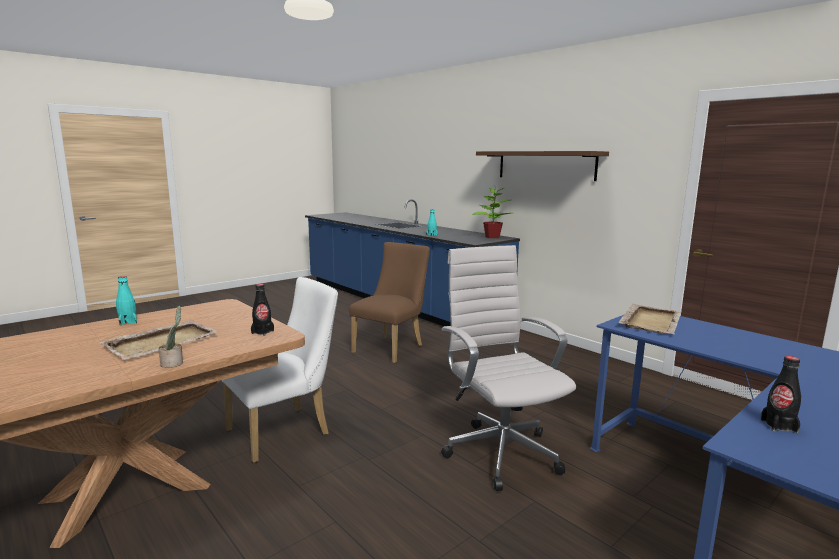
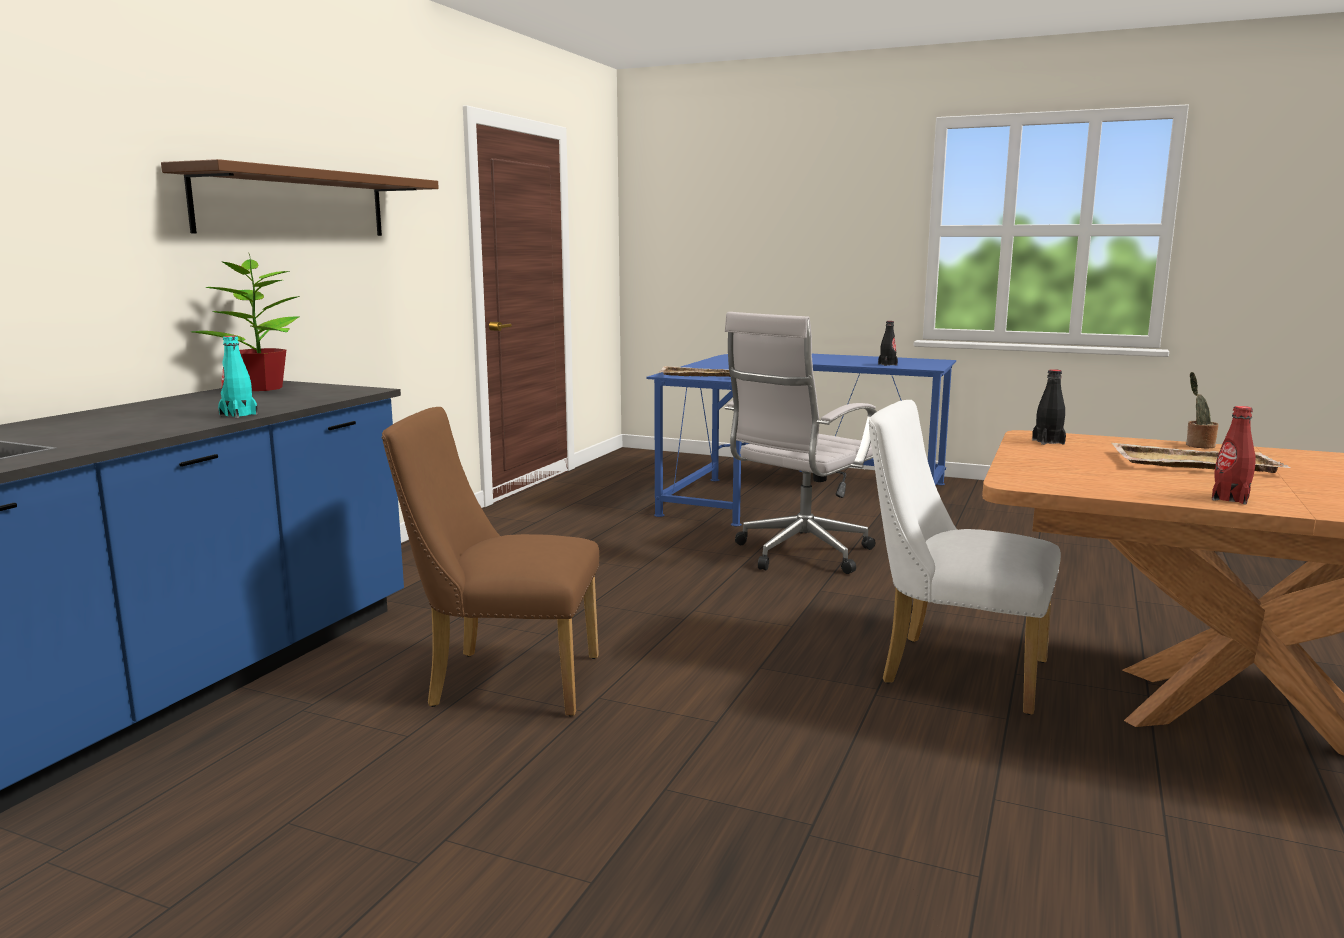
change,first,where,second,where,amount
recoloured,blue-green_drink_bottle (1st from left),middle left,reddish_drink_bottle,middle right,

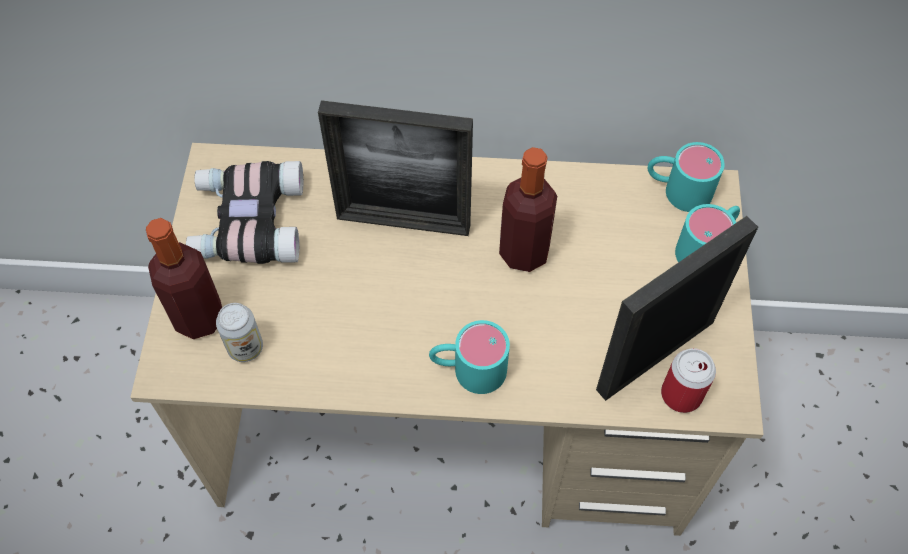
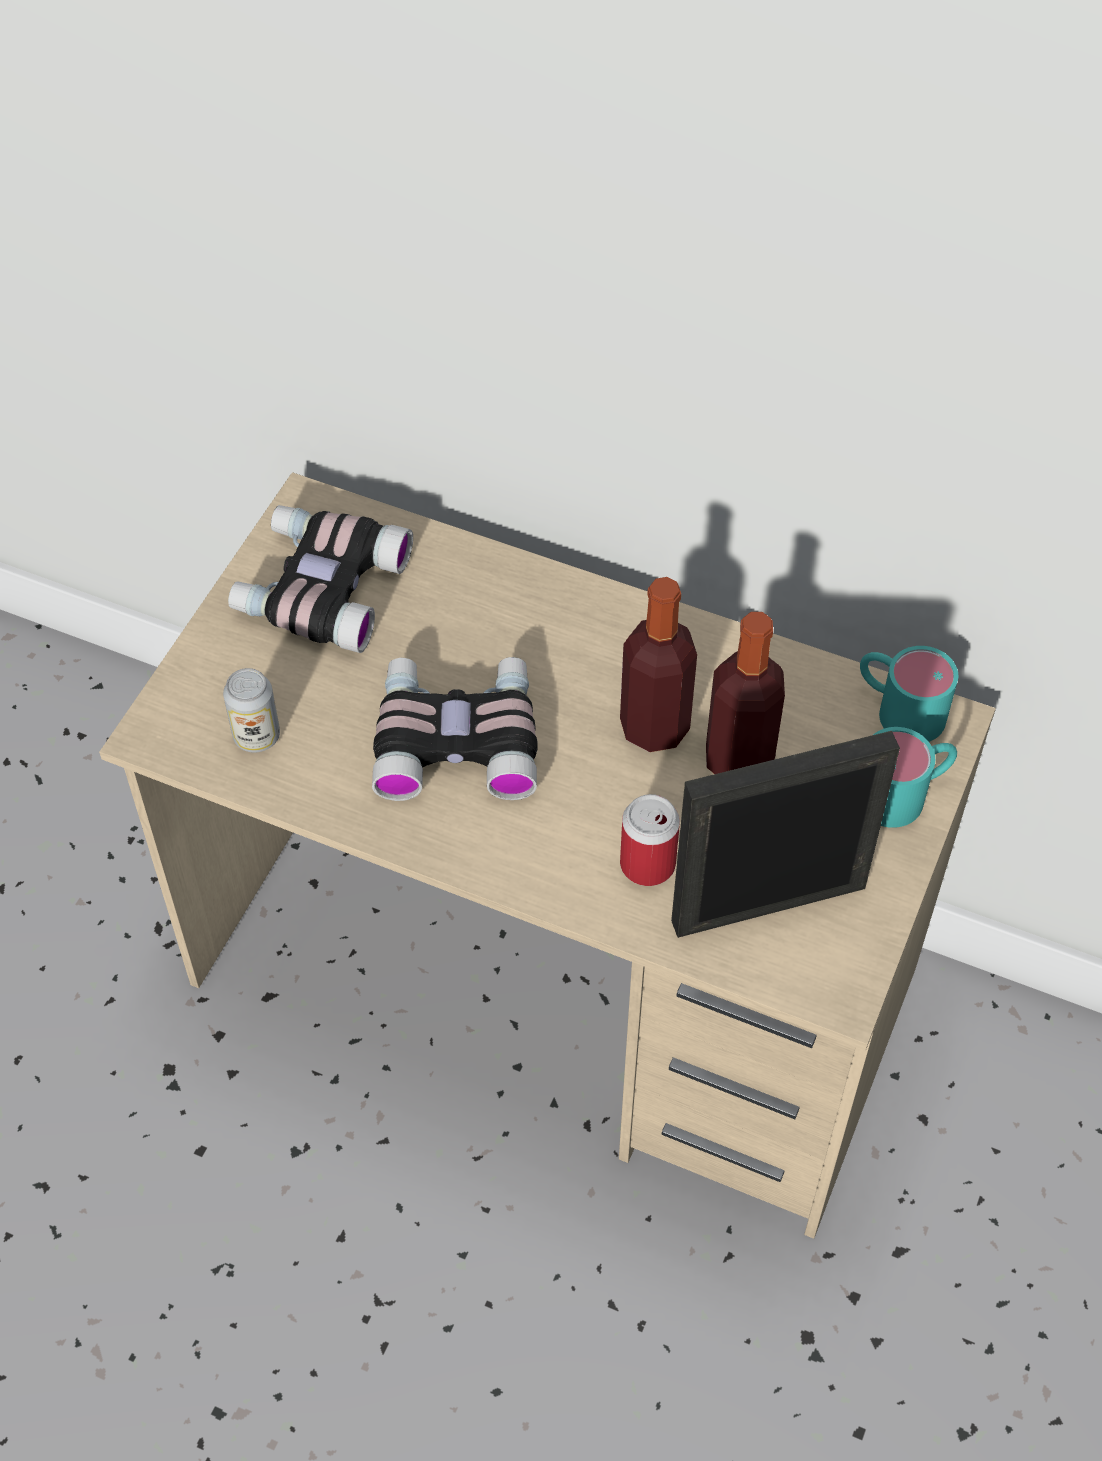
change,first,where,second,where,amount
added,,,pair_of_binoculars (2nd from left),centre,
moved,sealed_can (2nd from left),bottom right,,centre,
moved,drink_bottle (1st from left in the first image),middle left,drink_bottle (2nd from left),middle right,
removed,standing_frame (1st from left),top centre,,,
removed,blue-green_tea_mug (1st from left),centre,,,

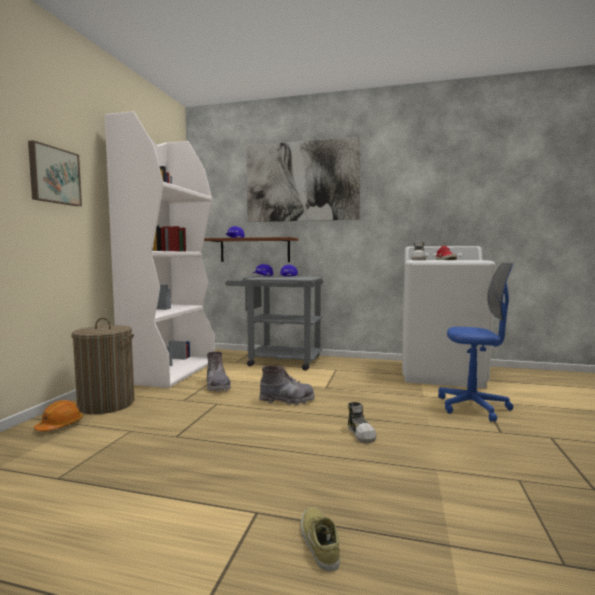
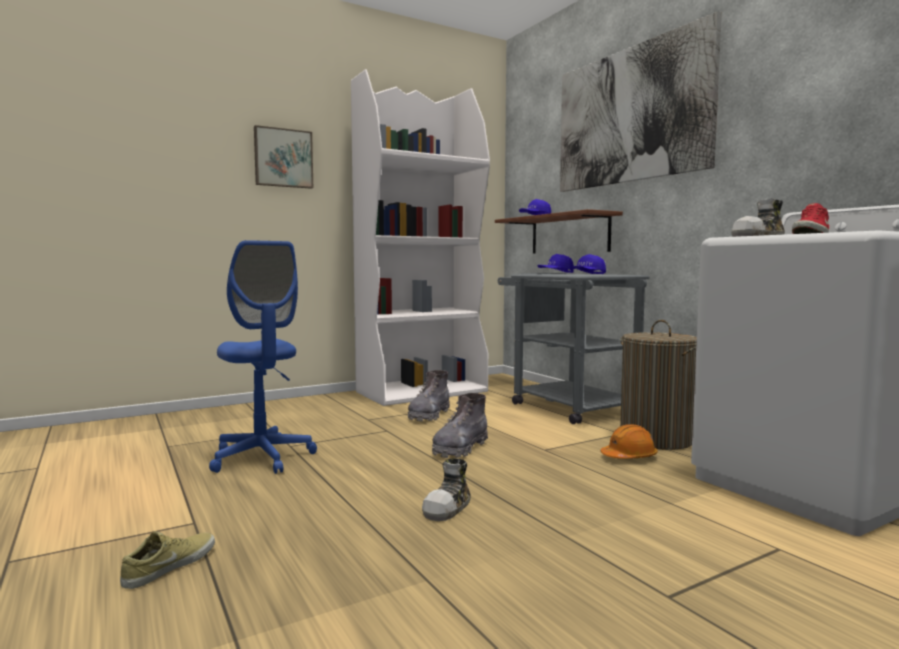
change,first,where,second,where,amount
moved,blue_computer_chair,middle right,,middle left,
turned,gray_boot (2nd from left),centre,,centre,75 degrees clockwise
moved,orange_work_helmet,bottom left,,bottom right,
moved,washing_basket,middle left,,middle right,

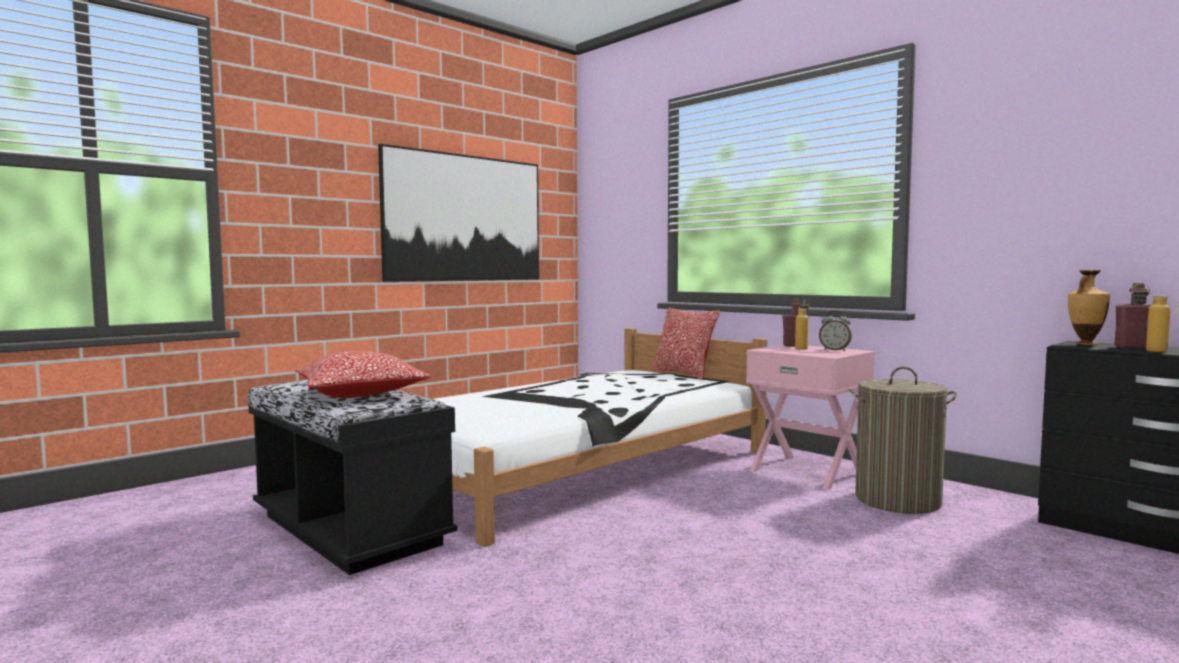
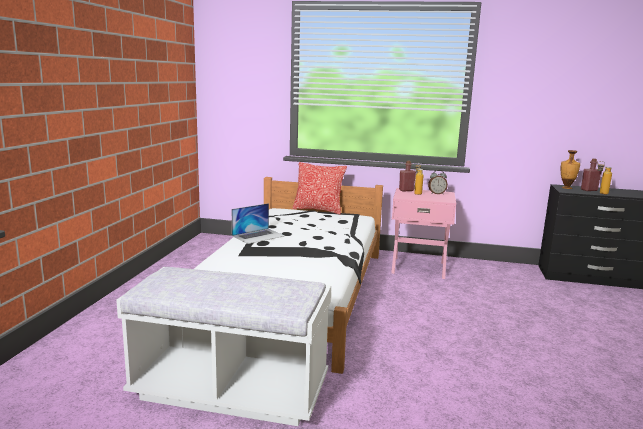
change,first,where,second,where,amount
recoloured,blackish_long_seat,bottom left,white_long_seat,bottom centre,
added,,,laptop,centre,
removed,pillow (1st from left),middle left,,,
removed,picture,top centre,,,
removed,washing_basket,middle right,,,

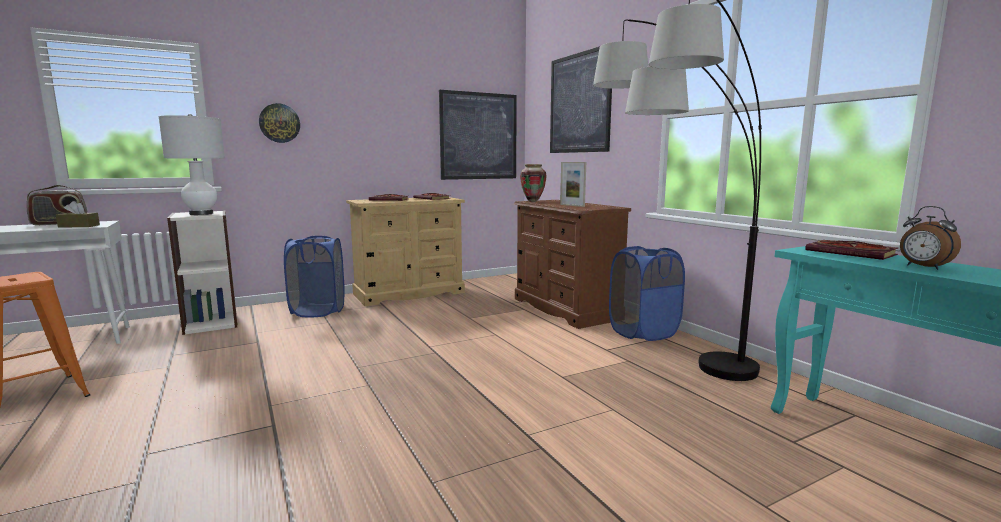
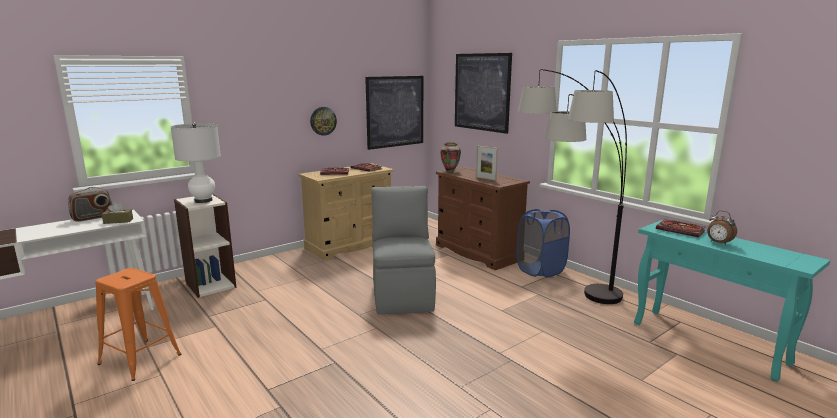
change,first,where,second,where,amount
moved,hanging_clock,top left,,top centre,
added,,,gray_chair,centre,
removed,blue_washing_basket (1st from left),middle left,,,

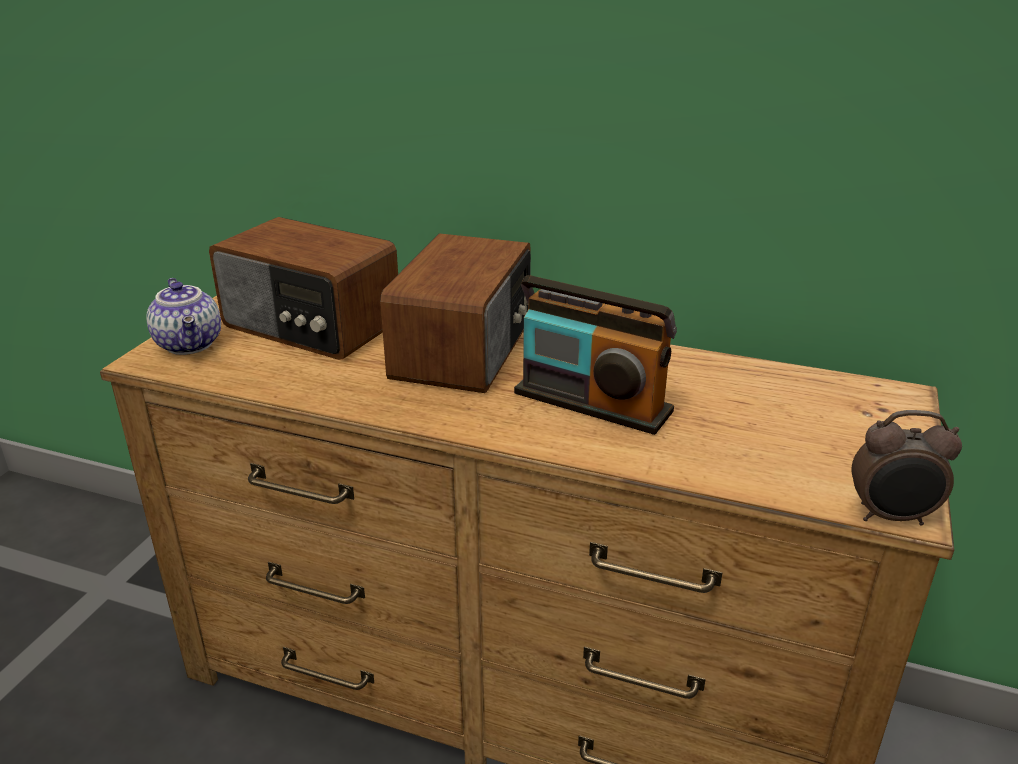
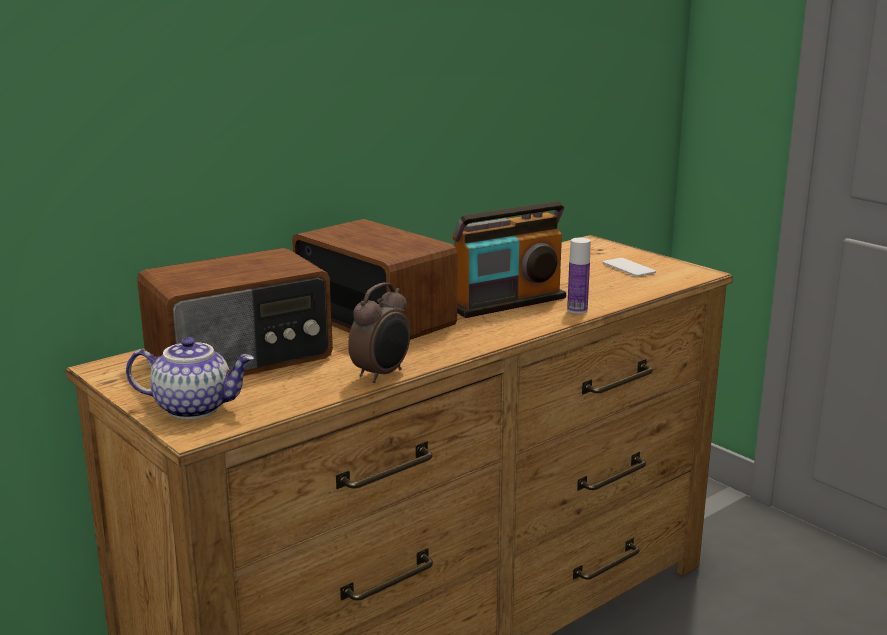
change,first,where,second,where,amount
moved,bedside_clock,middle right,,centre,
added,,,drink_bottle,centre,
added,,,phone,middle right,

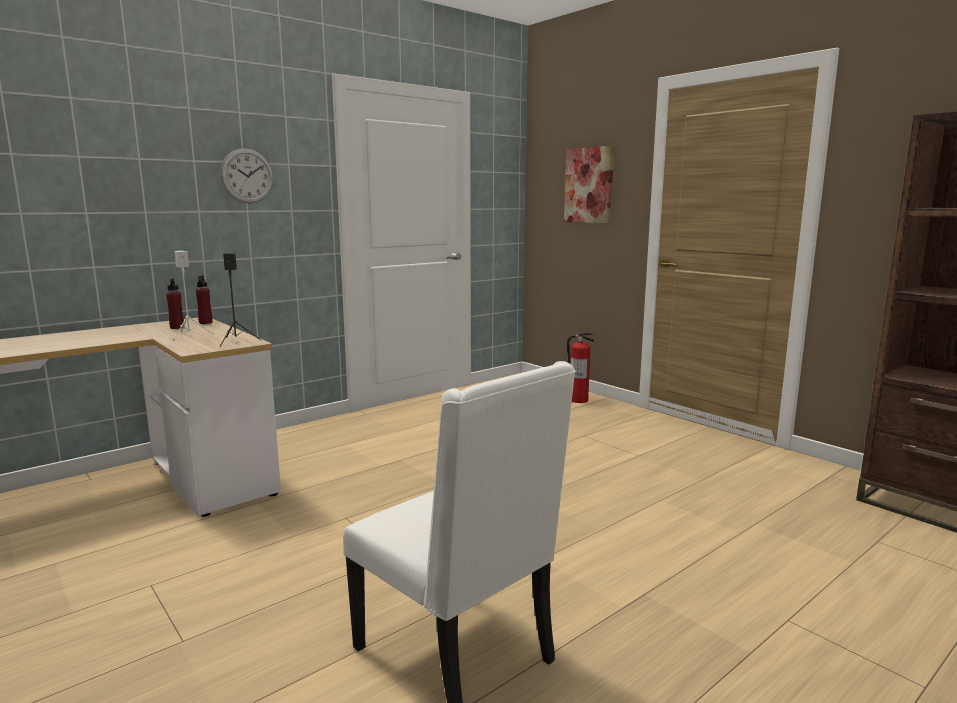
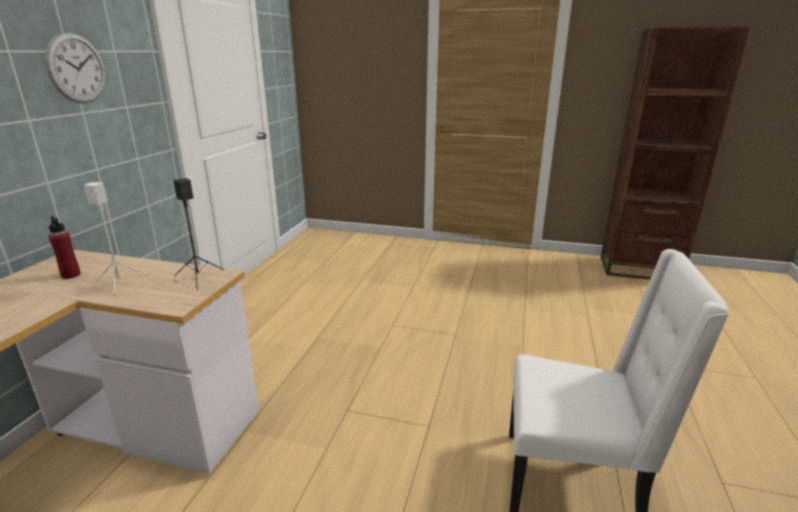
change,first,where,second,where,amount
removed,reddish_drink_bottle (2nd from left),middle left,,,
removed,picture,top centre,,,
removed,fire-fighting_cylinder,centre,,,

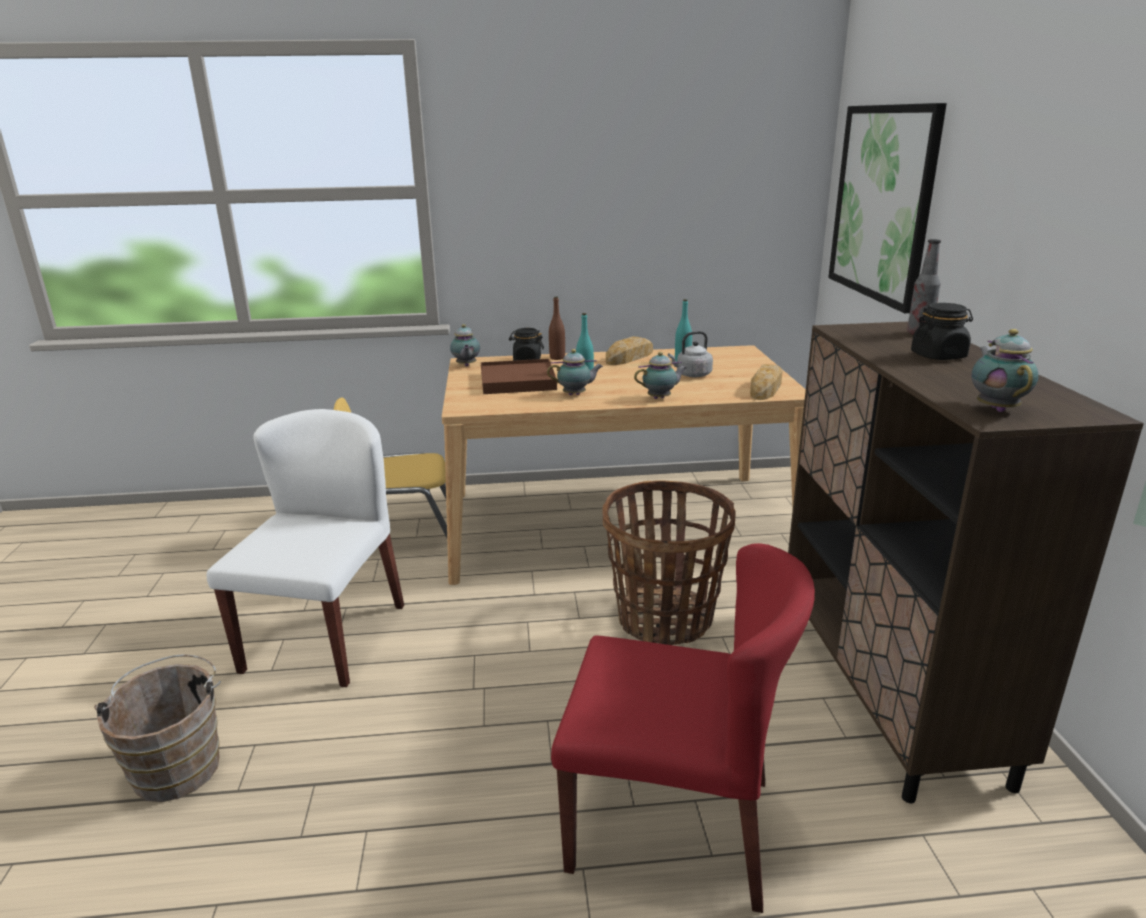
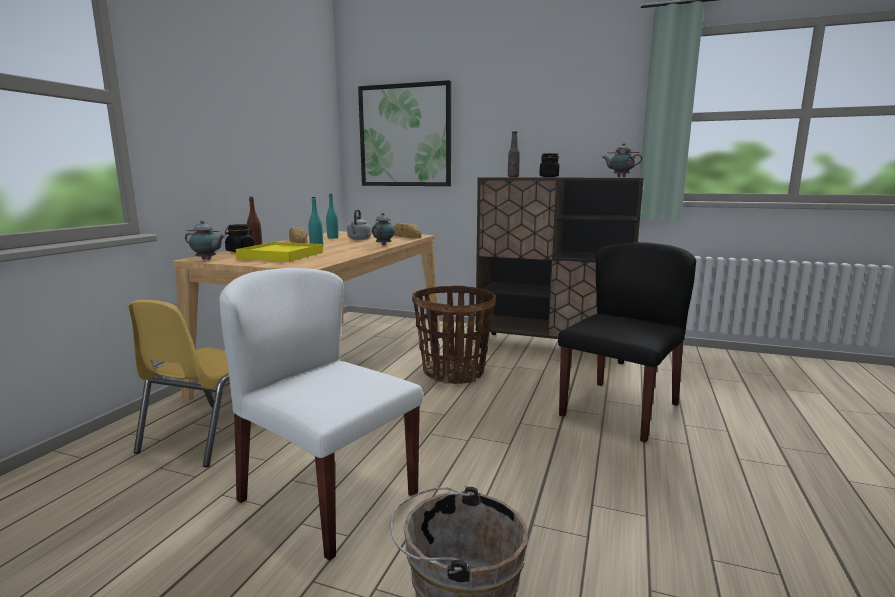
change,first,where,second,where,amount
recoloured,brown-coloured_carrying_tray,centre,yellowish_carrying_tray,middle left,
recoloured,reddish_chair,bottom centre,blackish_chair,middle right,
removed,teapot (2nd from left),centre,,,

